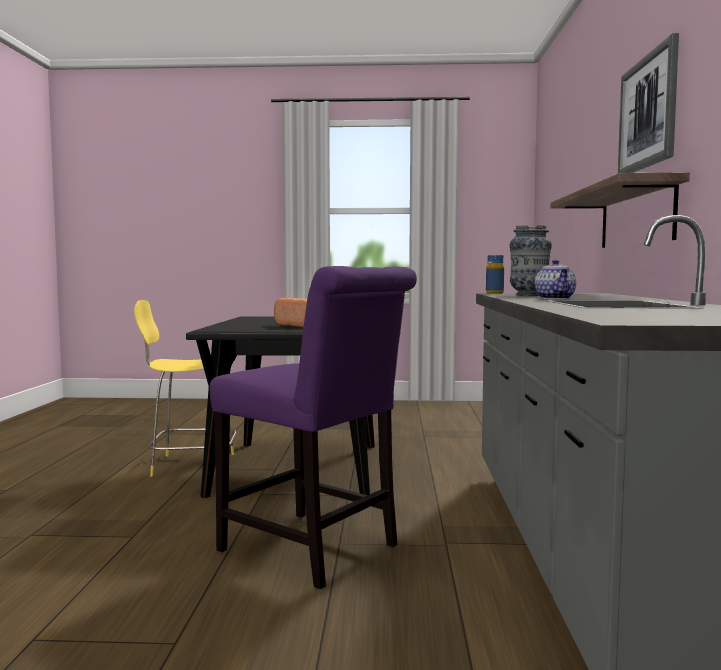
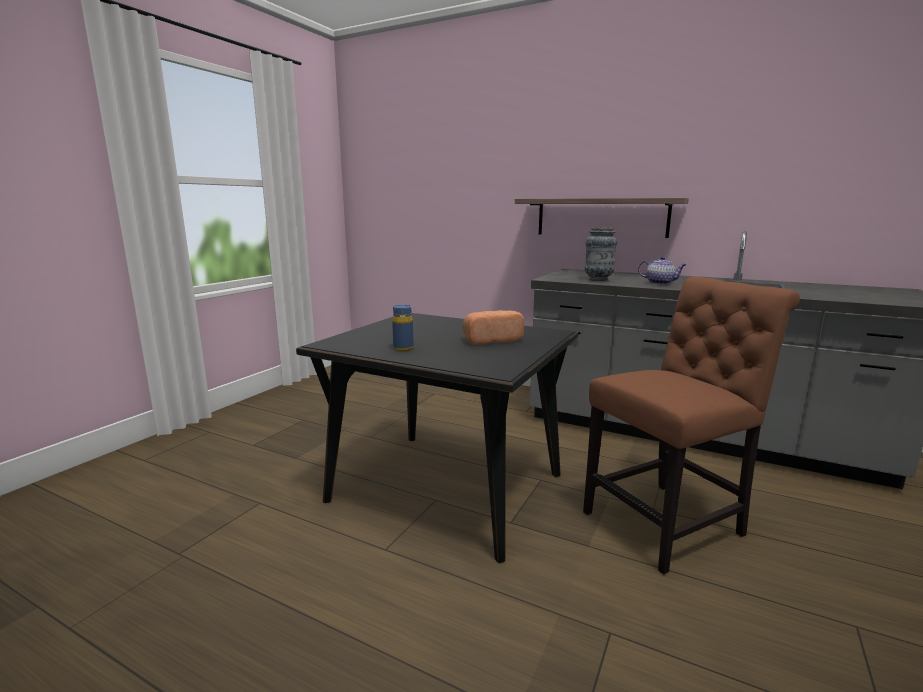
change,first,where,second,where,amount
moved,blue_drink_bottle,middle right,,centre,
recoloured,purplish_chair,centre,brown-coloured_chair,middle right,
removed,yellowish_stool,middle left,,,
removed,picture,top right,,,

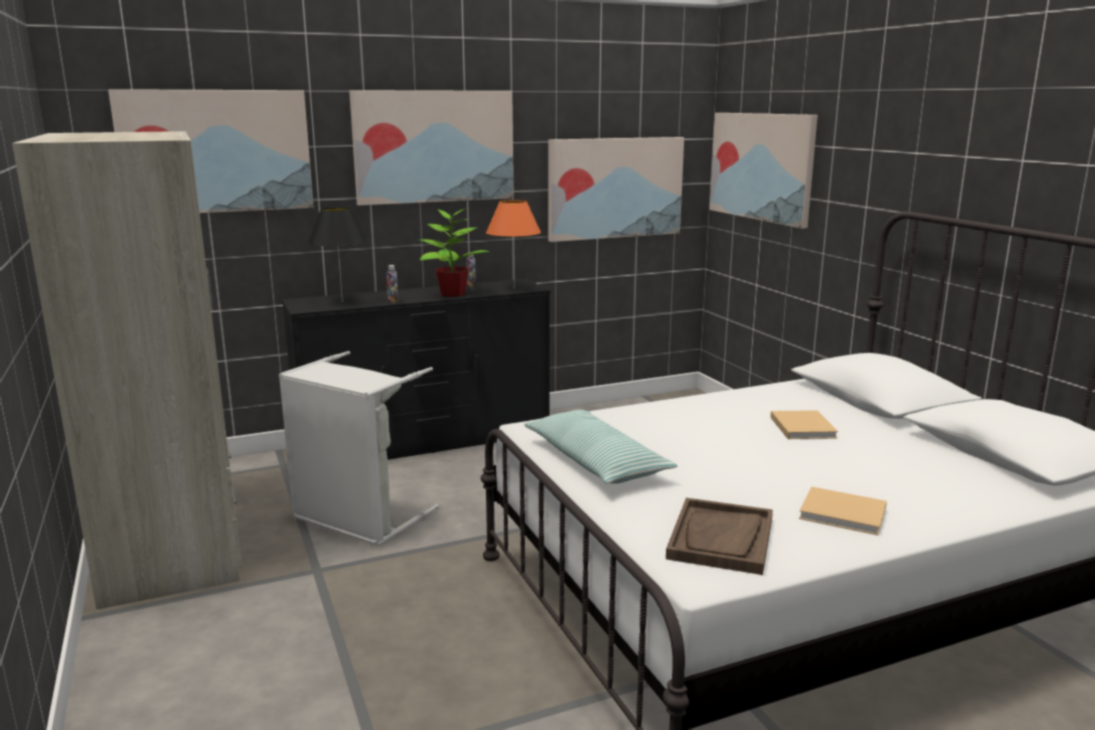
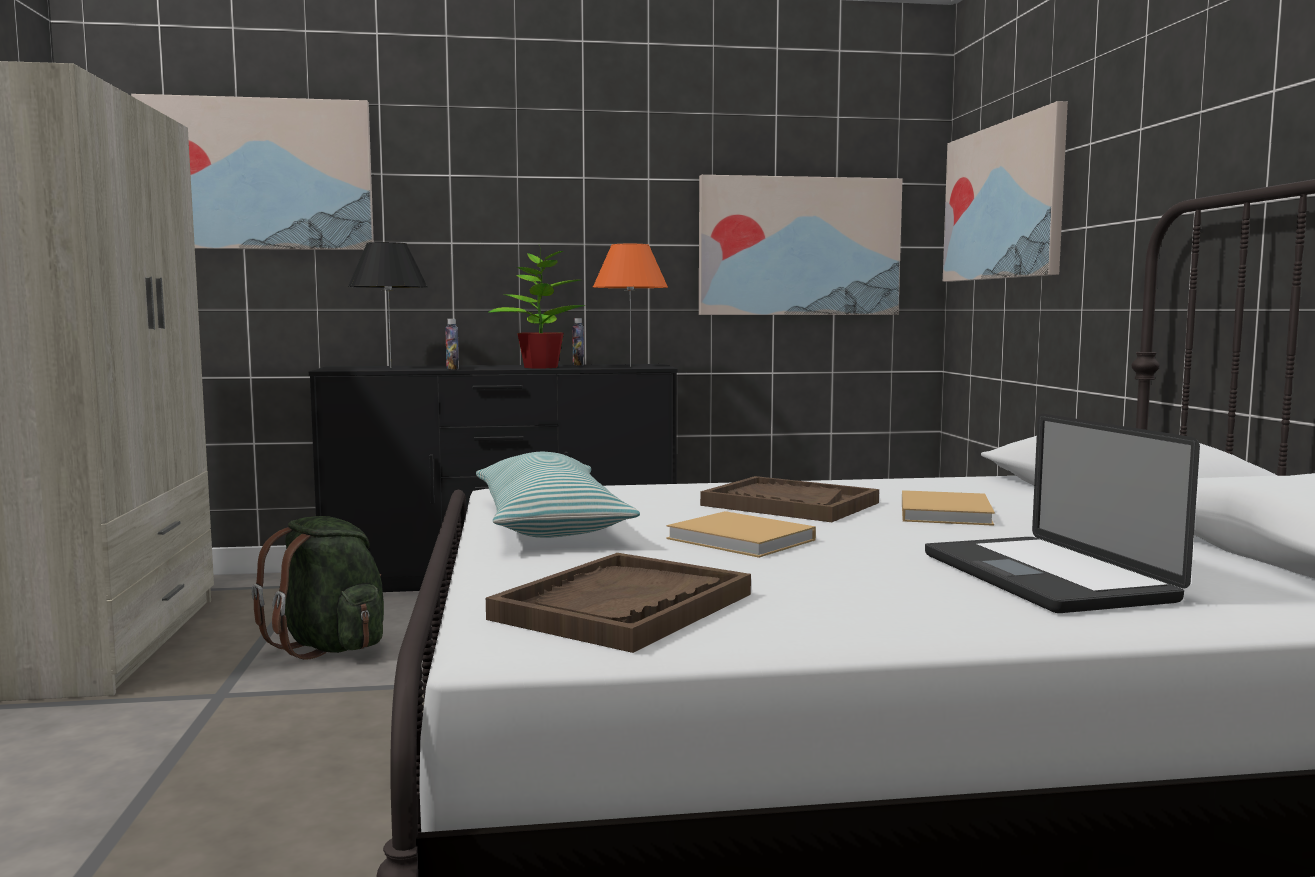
change,first,where,second,where,amount
replaced,gray_washing_basket,middle left,green-coloured_knapsack,bottom left,
moved,beige_book (2nd from left in the first image),bottom right,beige_book (1st from left),centre,
added,,,brown-coloured_carrying_tray (2nd from left),centre,
added,,,laptop,middle right,
removed,picture (2nd from left),top centre,,,

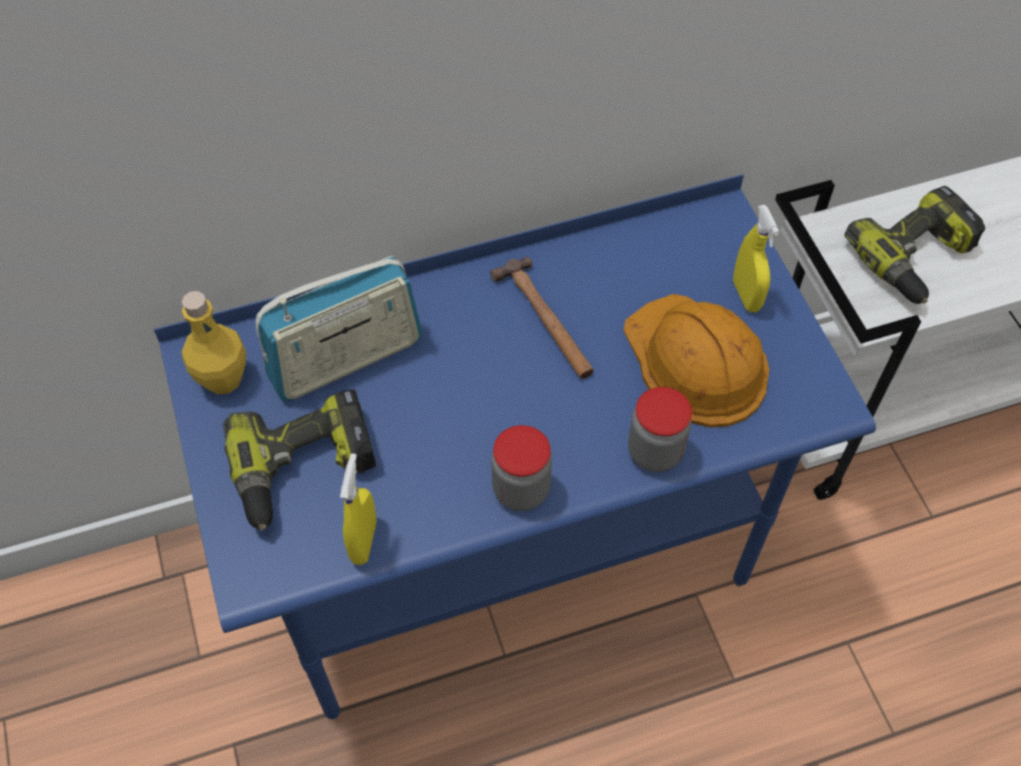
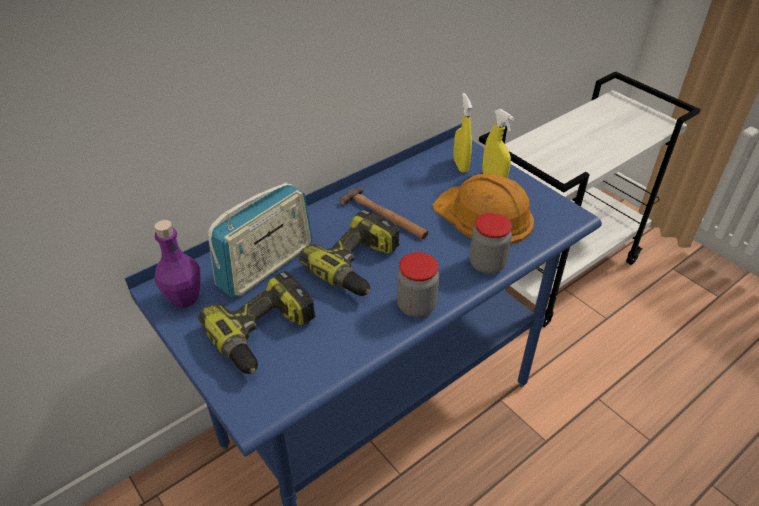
change,first,where,second,where,amount
recoloured,yellowish_drink_bottle,middle left,purplish_drink_bottle,middle left,
moved,power_drill (2nd from left),top right,,centre,
moved,yellowish_sprayer (1st from left),centre,,top centre,

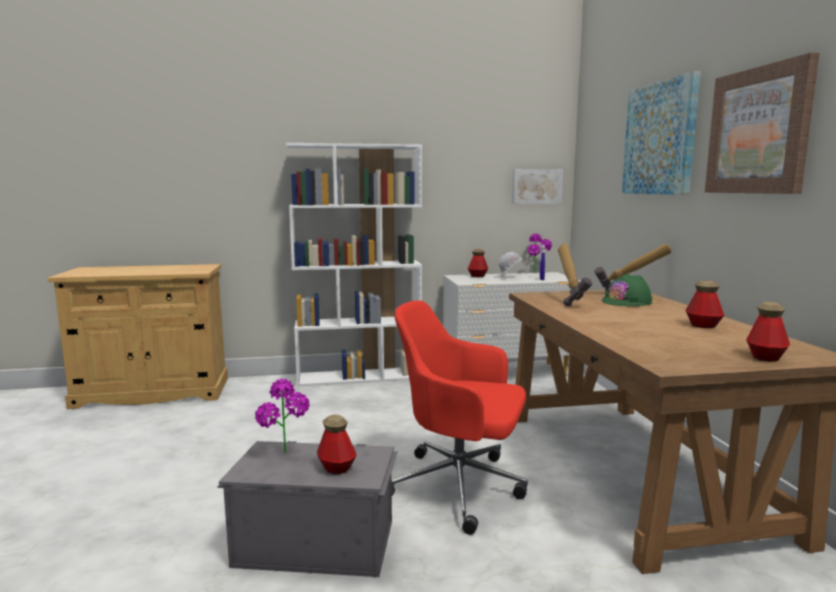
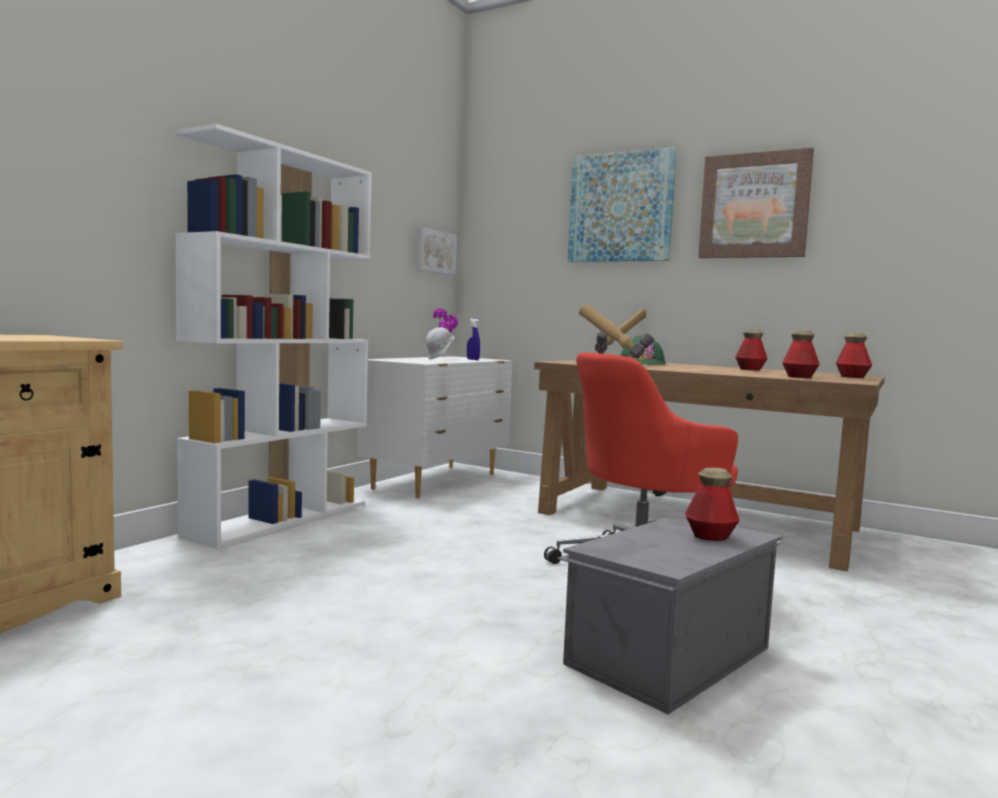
change,first,where,second,where,amount
moved,drink_bottle (2nd from left in the first image),centre,drink_bottle (3rd from left),middle right,
removed,plant_in_a_pot (1st from left),bottom centre,,,

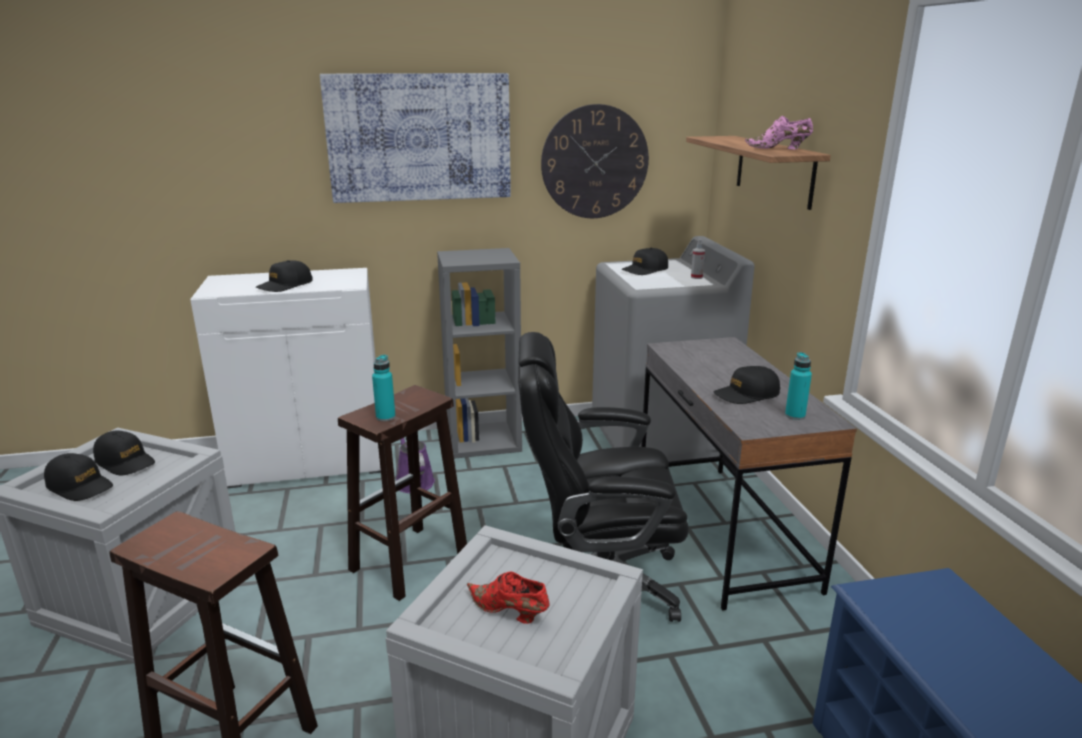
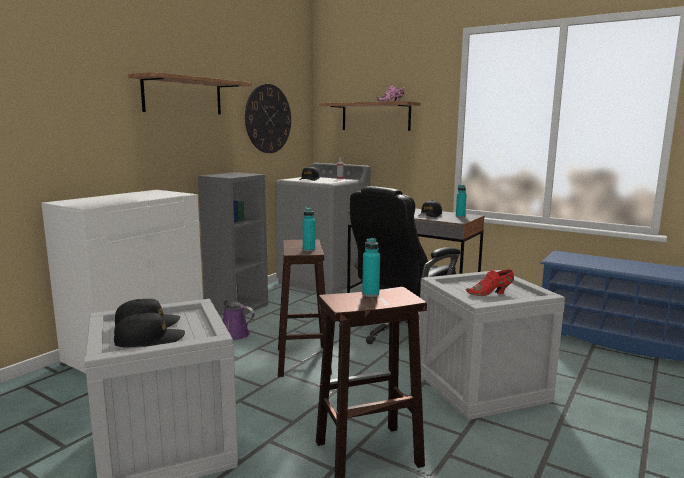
change,first,where,second,where,amount
replaced,picture,top centre,shelf (1st from left),top left,
added,,,blue-green_drink_bottle (2nd from left),centre,
removed,blackish_baseball_cap (3rd from left),middle left,,,

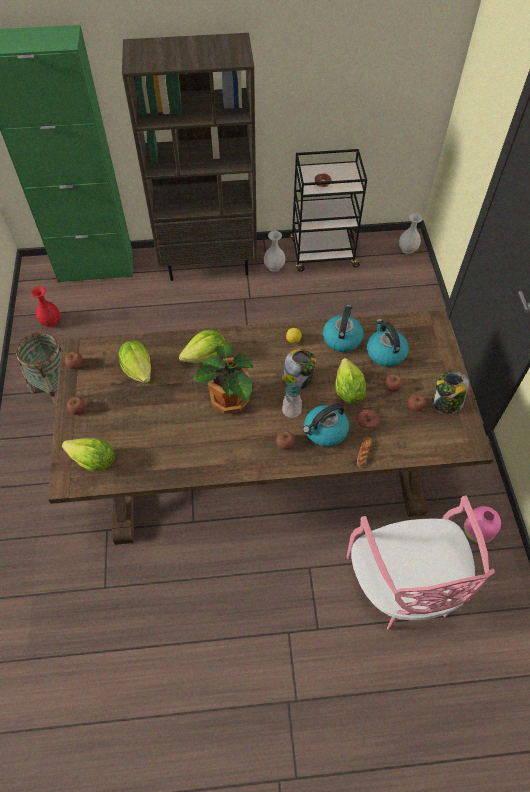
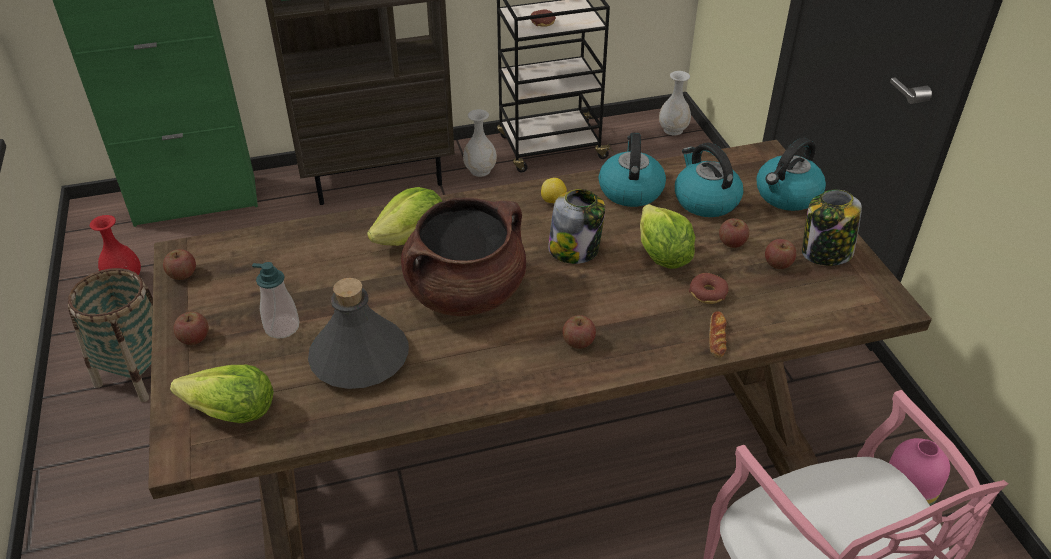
change,first,where,second,where,amount
moved,liquid_soap_bottle,centre,,middle left,
added,,,gray_drink_bottle,centre,
replaced,plant_in_a_pot,centre,brown-coloured_saucepot,centre,
moved,water_kettle (1st from left in the first image),centre,water_kettle (3rd from left),top right,
removed,head_of_lettuce (2nd from left),middle left,,,

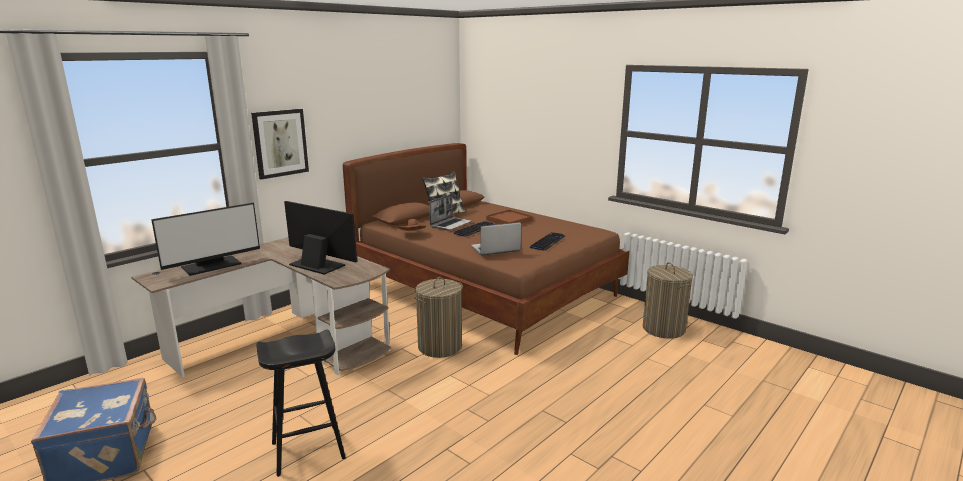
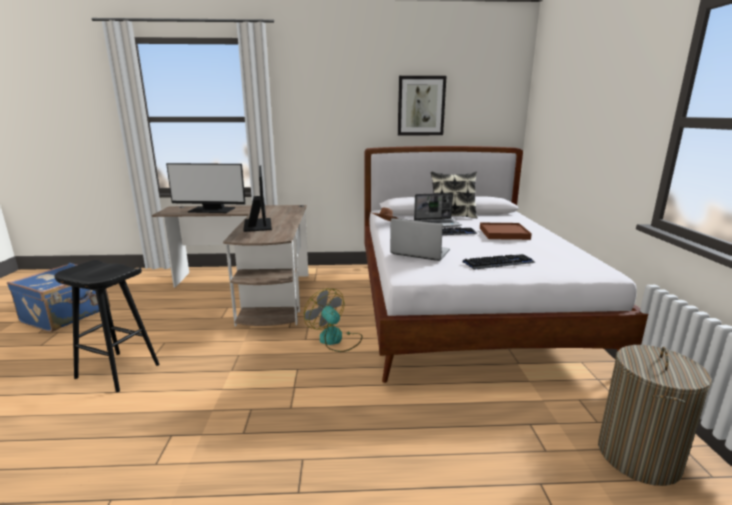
change,first,where,second,where,amount
replaced,washing_basket (1st from left),centre,fan,centre,
recoloured,brown-coloured_bedroom_bed,centre,white_bedroom_bed,middle right,
moved,picture,top left,,top centre,

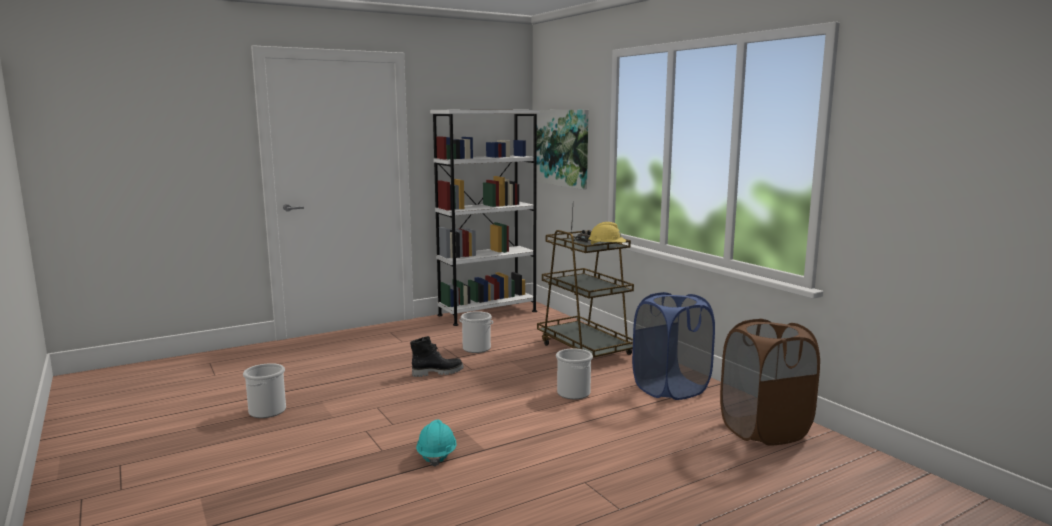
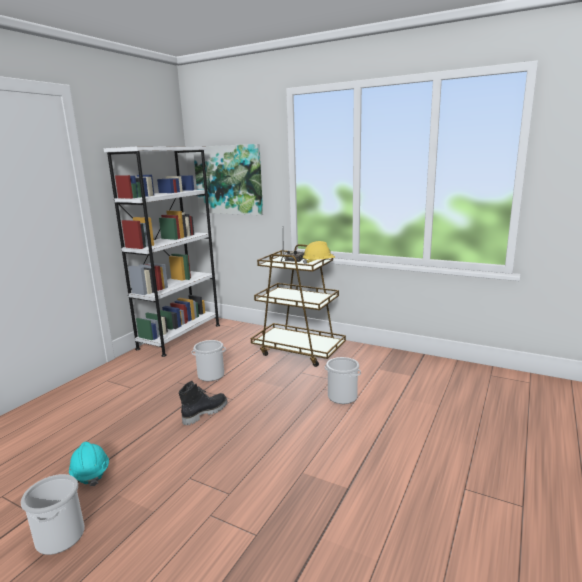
change,first,where,second,where,amount
moved,blue-green_work_helmet,bottom centre,,bottom left,
removed,blue_washing_basket,centre,,,
removed,brown-coloured_washing_basket,bottom right,,,

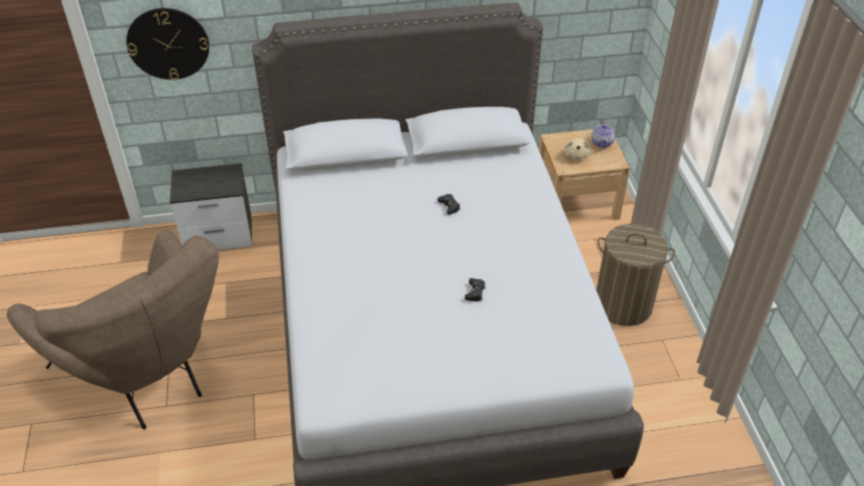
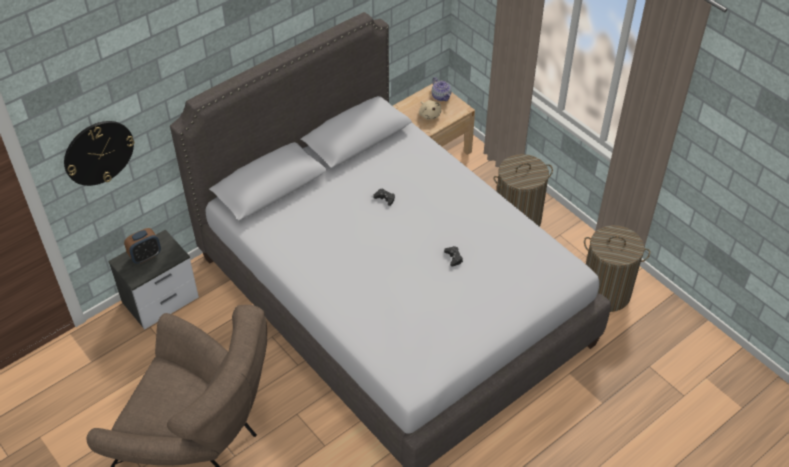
change,first,where,second,where,amount
added,,,bedside_clock,middle left,
added,,,washing_basket (2nd from left),middle right,

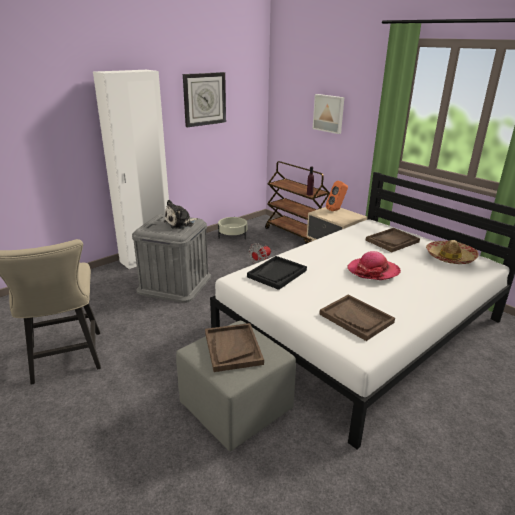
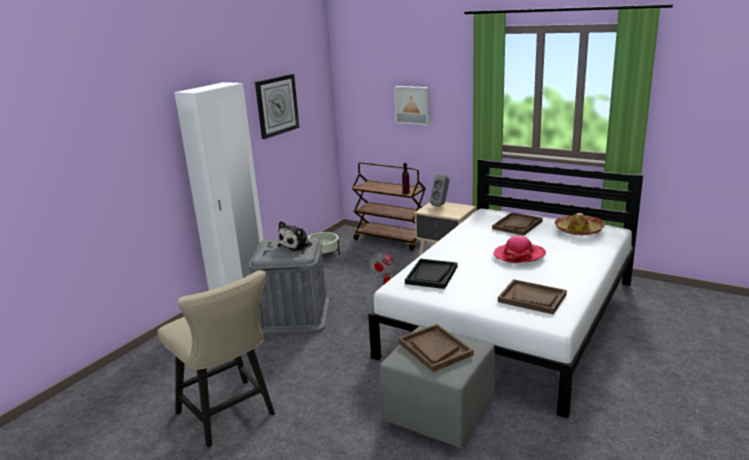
change,first,where,second,where,amount
recoloured,orange_loudspeaker,centre,gray_loudspeaker,centre,

